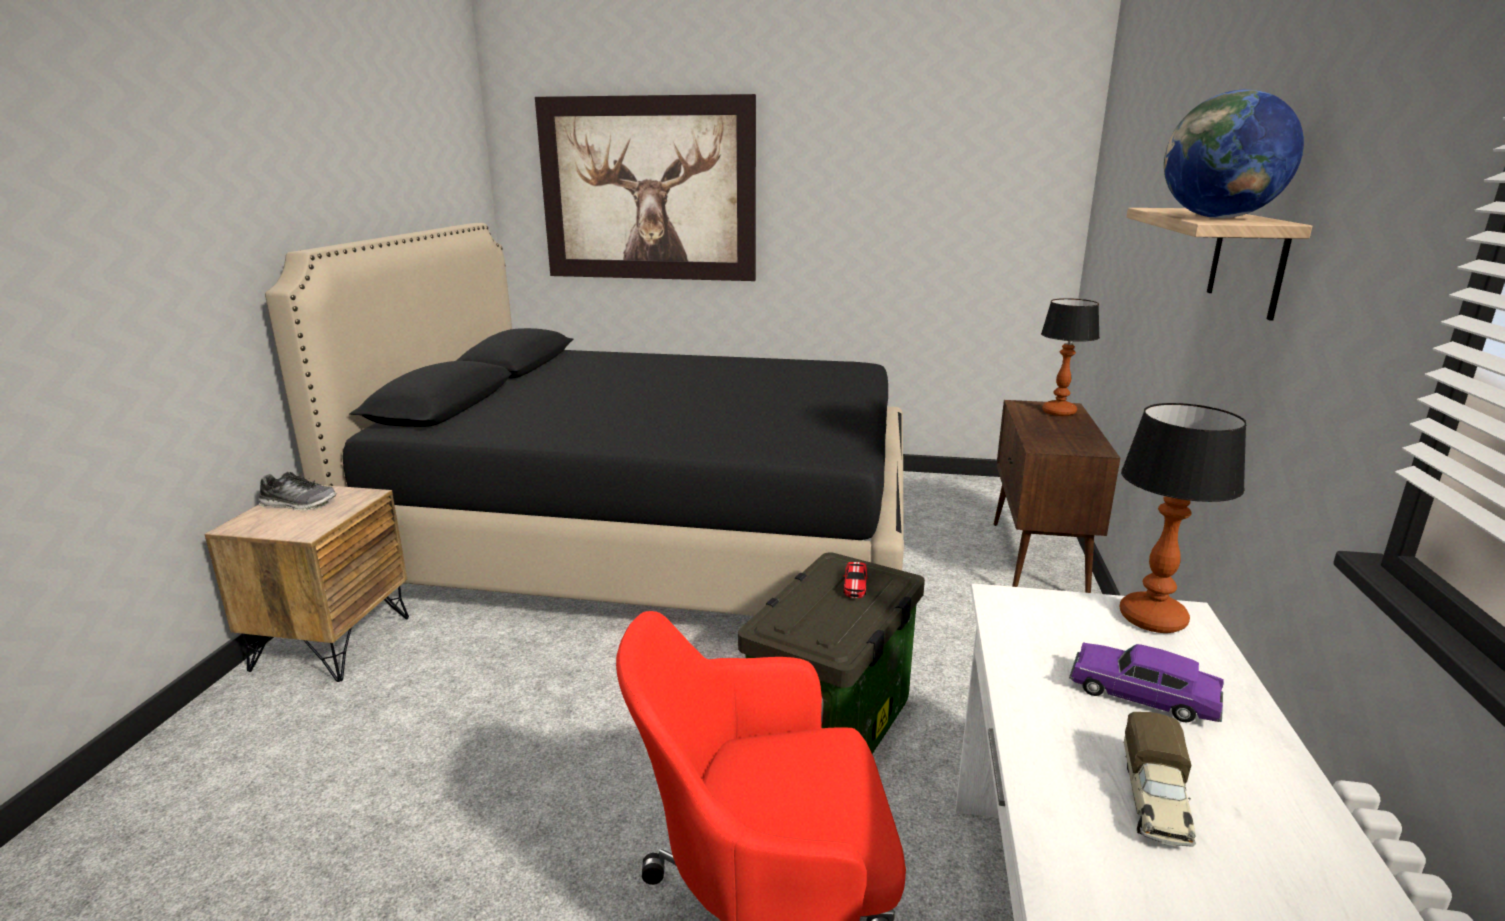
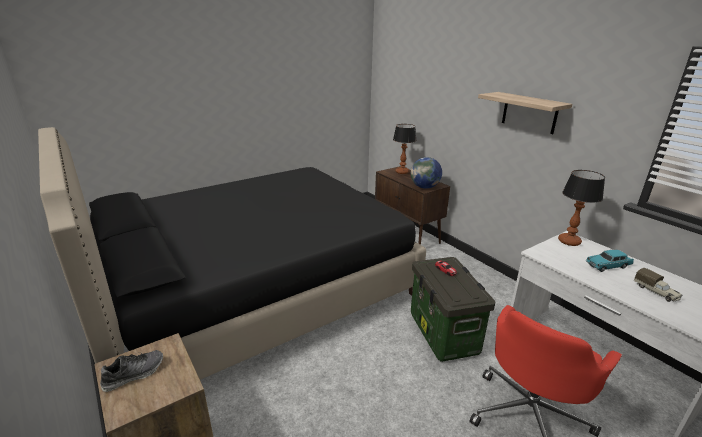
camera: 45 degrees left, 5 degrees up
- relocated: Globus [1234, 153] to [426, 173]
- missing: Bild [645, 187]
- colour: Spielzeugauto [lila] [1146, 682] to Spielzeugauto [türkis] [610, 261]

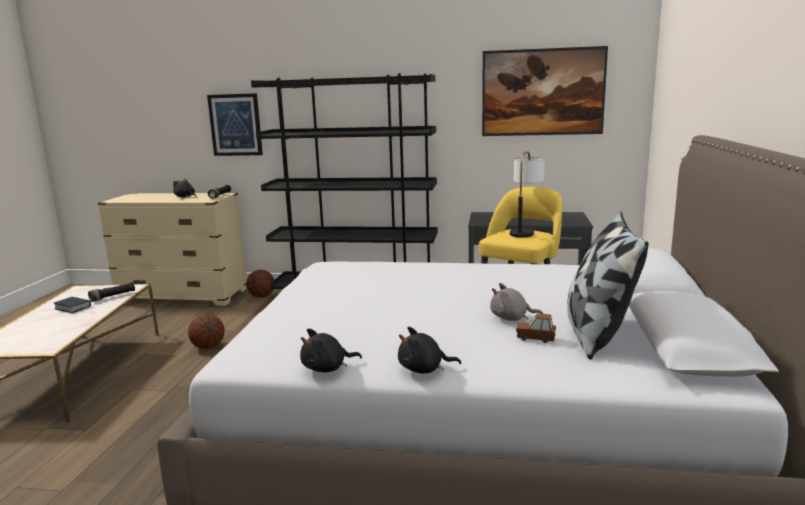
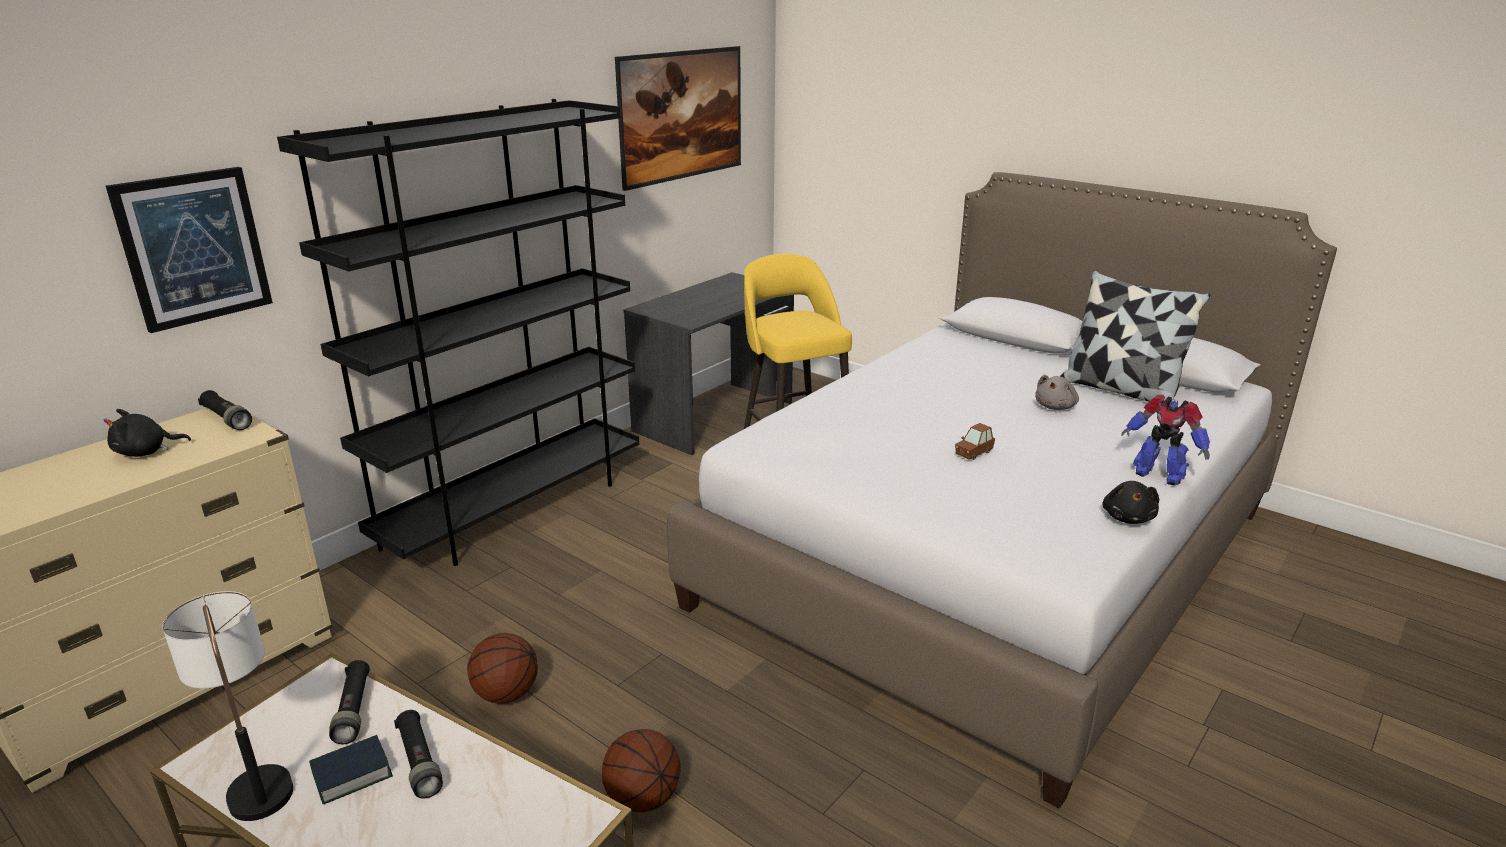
camera: 60 degrees left, 10 degrees up
- relocated: Tischlampe [527, 194] to [228, 706]
- relocated: Basketball [260, 283] to [641, 770]
- relocated: Spielzeugauto [braun] [536, 328] to [975, 441]
- exchanged: Plüschtier [schwarz] [429, 350] to Spielzeugroboter [1165, 440]
- appeared: Taschenlampe [schwarz] [418, 754]

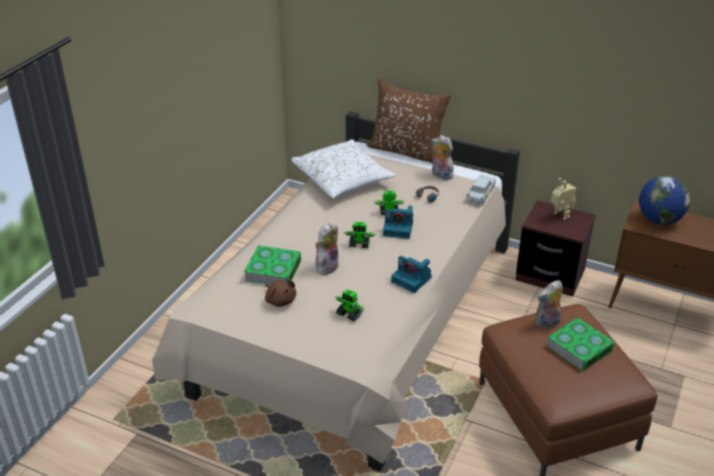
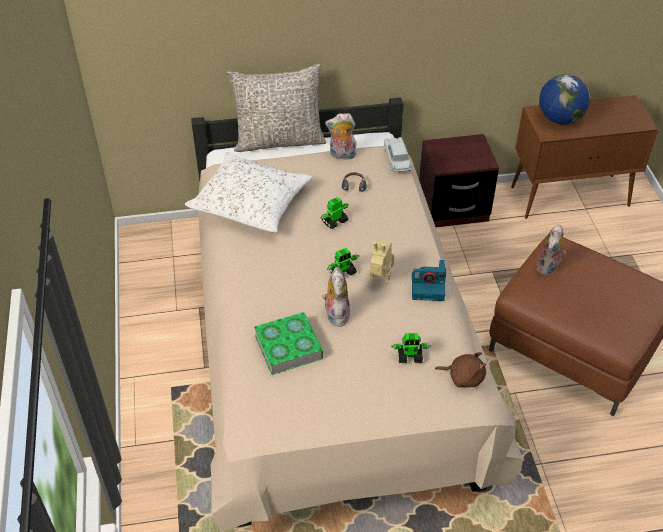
camera: 35 degrees left, 10 degrees up
- colour: Kissen [braun] [409, 120] to Kissen [grau] [276, 108]
- relocated: Spielzeugroboter [563, 199] to [381, 262]
- missing: Kamera [398, 222]
- relocated: Plüschtier [braun] [281, 293] to [460, 370]
- missing: Buch [581, 344]

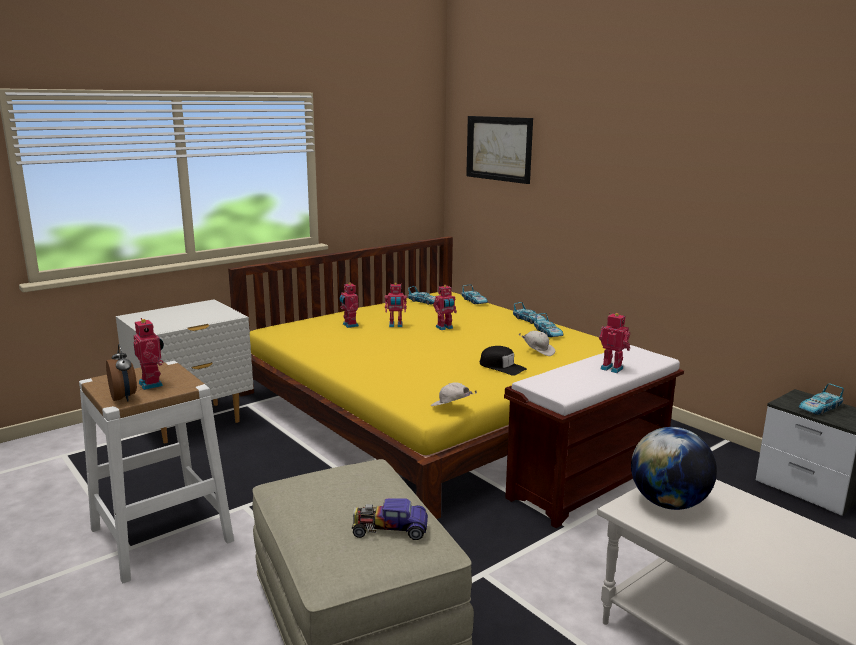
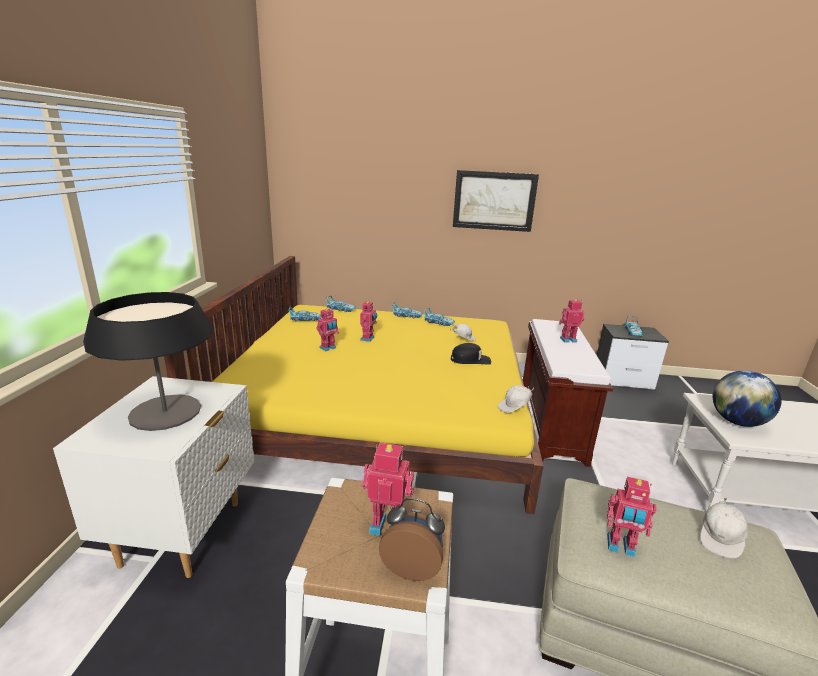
camera: 45 degrees left, 5 degrees up
- relocated: Bild [499, 150] to [496, 201]
- relocated: Spielzeugroboter [349, 305] to [632, 517]
- exchanged: Spielzeugauto [390, 519] to Kappe [weiß] [724, 528]
- appeared: Tischlampe [148, 361]

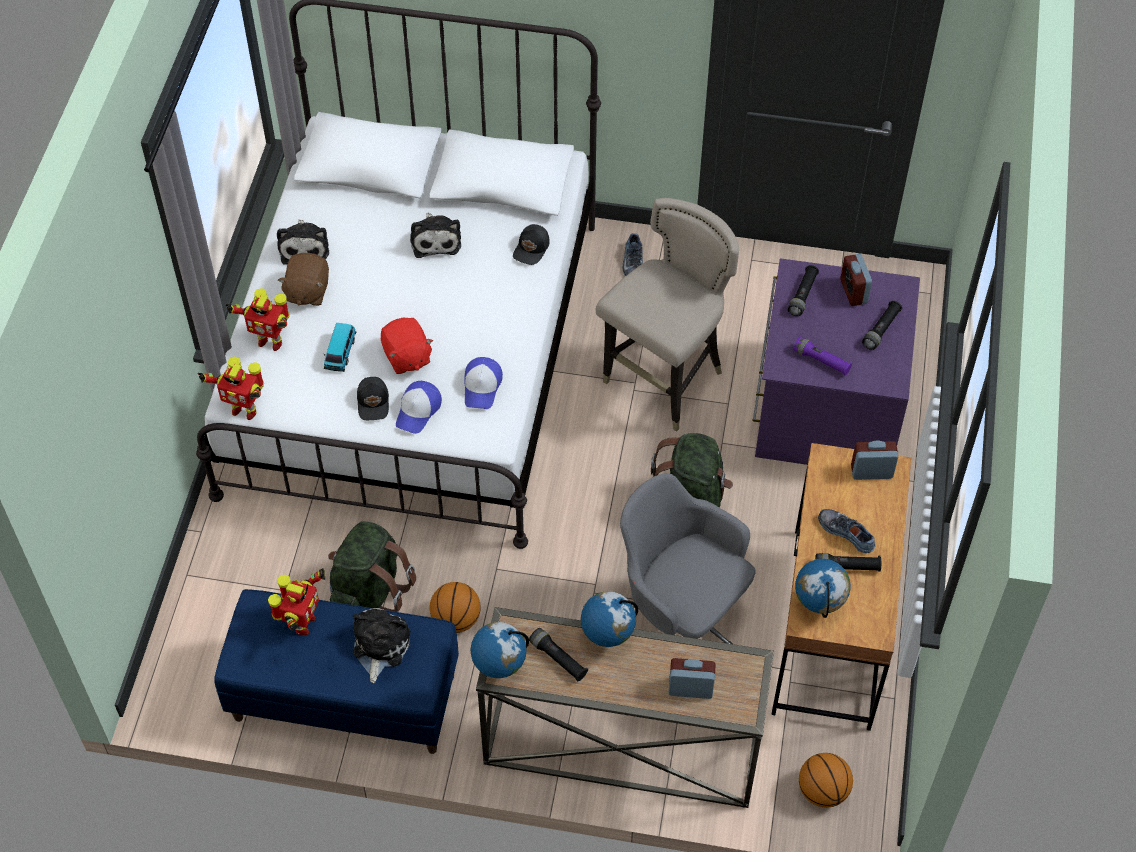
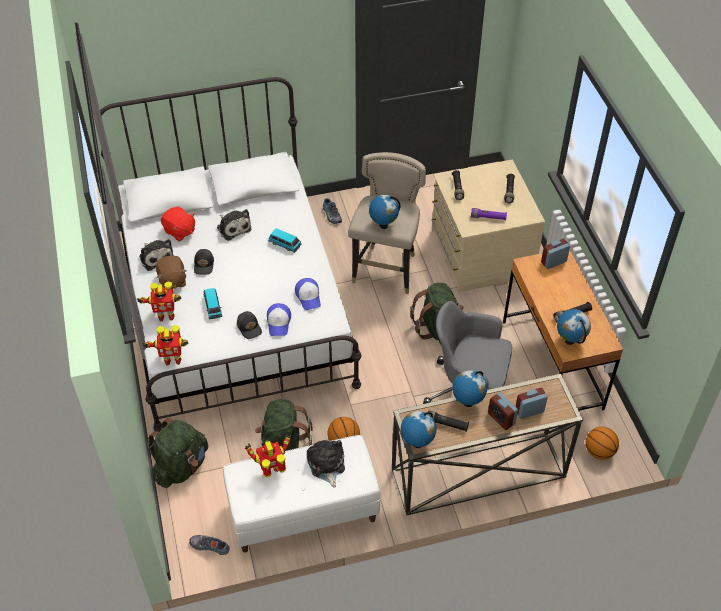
camera: 25 degrees left, 5 degrees down
- relocated: Kappe [schwarz] [531, 244] to [204, 262]
- relocated: Wecker [856, 280] to [503, 411]
- colour: Kommode [lila] [836, 361] to Kommode [beige] [488, 226]
- relocated: Plüschtier [rot] [407, 346] to [178, 223]
- relocated: Schuh [846, 531] to [209, 545]
- spun: Spielzeugroboter [296, 601] = [268, 456] 105 degrees counterclockwise
- colour: Bank [blau] [336, 671] to Bank [weiß] [301, 494]
- appeared: Globus [384, 212]
- appeared: Spielzeugauto [285, 240]
- appeared: Rucksack [grün] [177, 453]

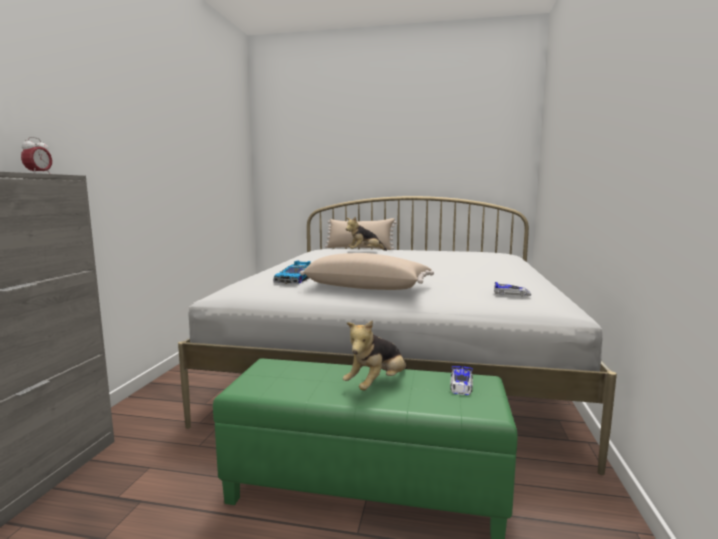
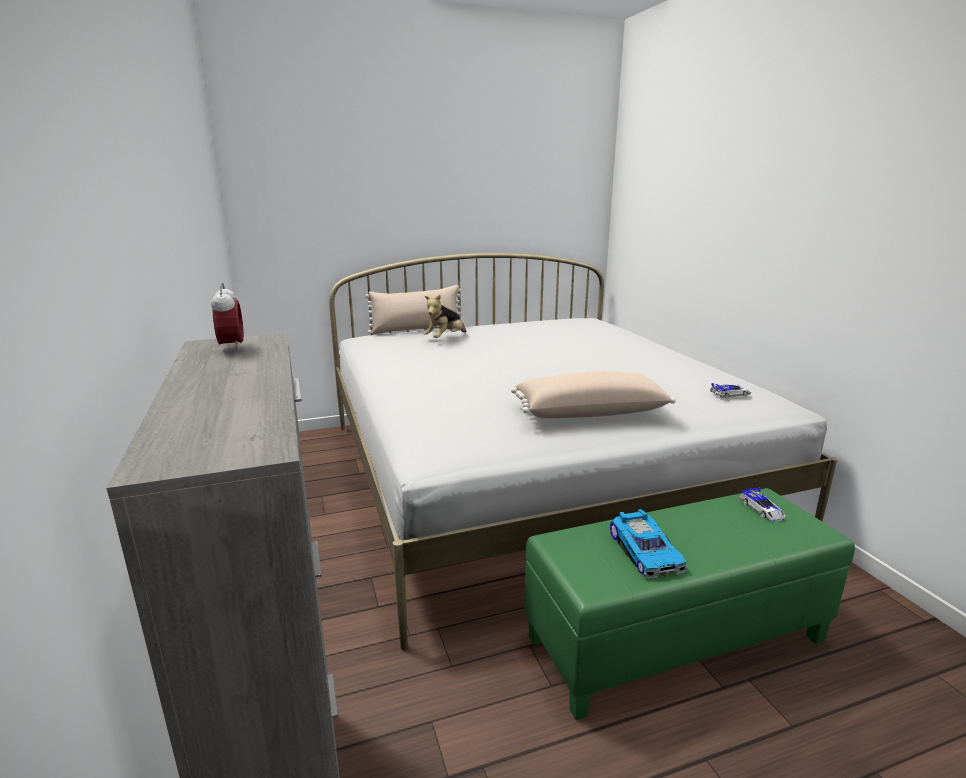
camera: 30 degrees left, 10 degrees up
- relocated: Spielzeugauto [292, 272] to [648, 544]
- missing: Plüschtier [375, 355]

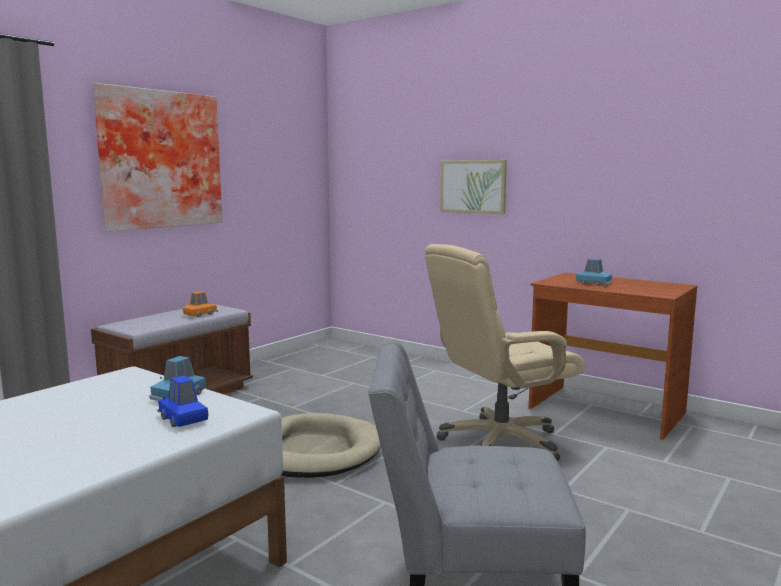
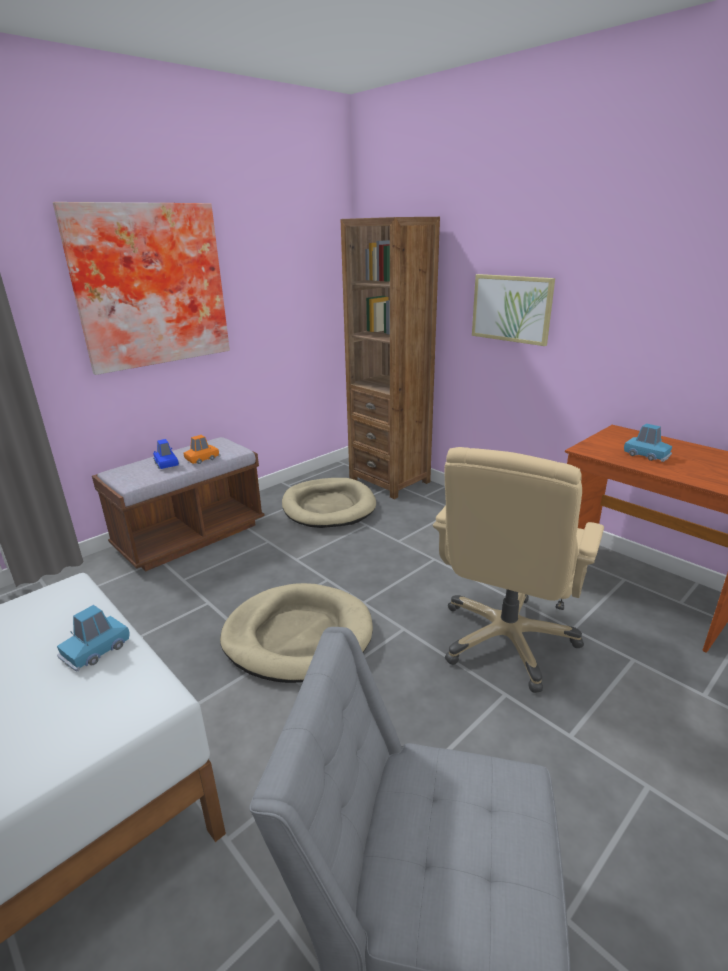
camera: 10 degrees right, 15 degrees up
- spun: Bürostuhl [beige] [505, 352] = [518, 570] 45 degrees counterclockwise
- relocated: Spielzeugauto [blau] [182, 401] to [166, 454]
- appeared: Bücherregal [braun] [390, 358]
- appeared: Hundebett [beige] [329, 503]

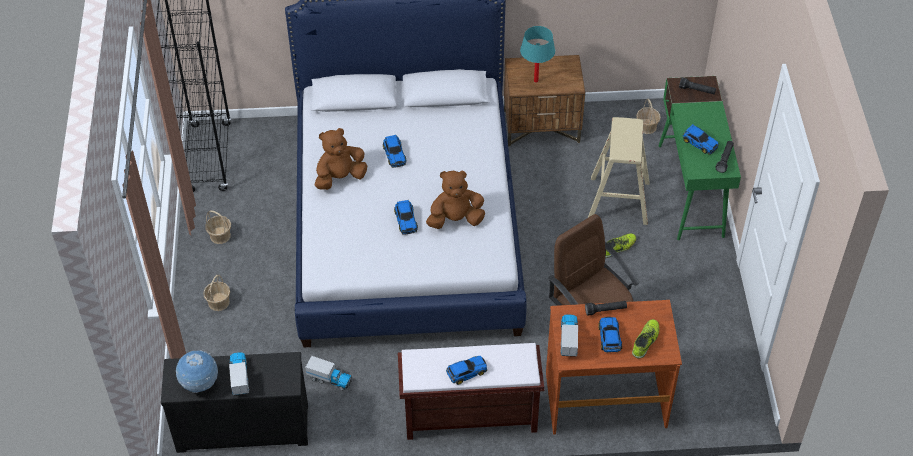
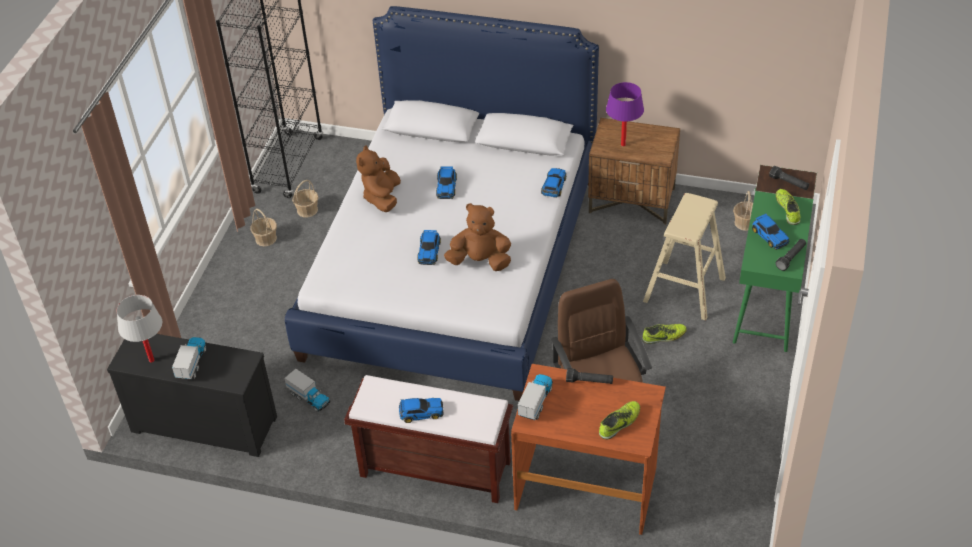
camera: 20 degrees right, 5 degrees down
- colour: Tischlampe [türkis] [537, 54] to Tischlampe [lila] [625, 114]
- spun: Plüschtier [braun] [340, 159] = [378, 178] 75 degrees counterclockwise
- relocated: Korb [216, 293] to [305, 198]
- relocated: Spielzeugauto [610, 335] to [553, 183]
- exchanged: Globus [197, 371] to Tischlampe [weiß] [139, 329]
- appeared: Schuh [788, 207]

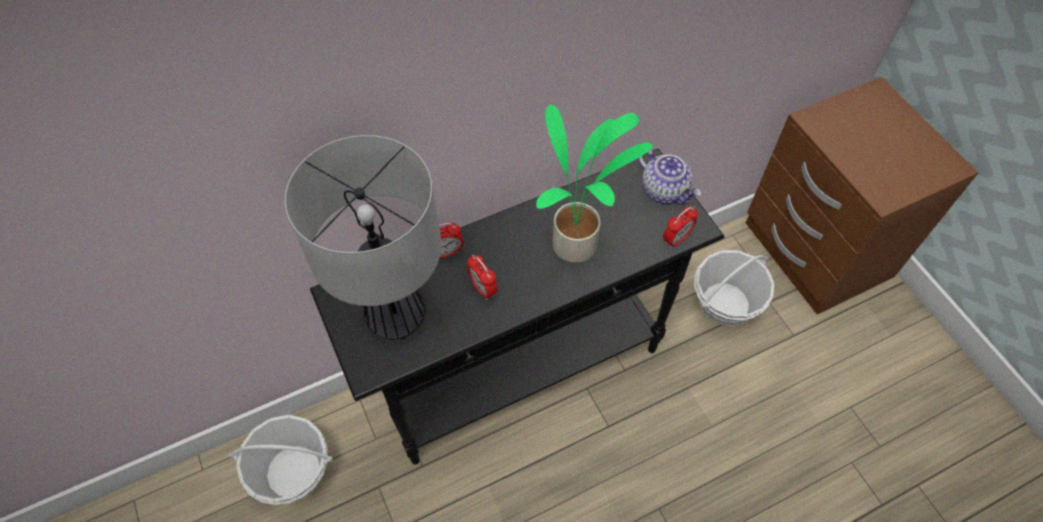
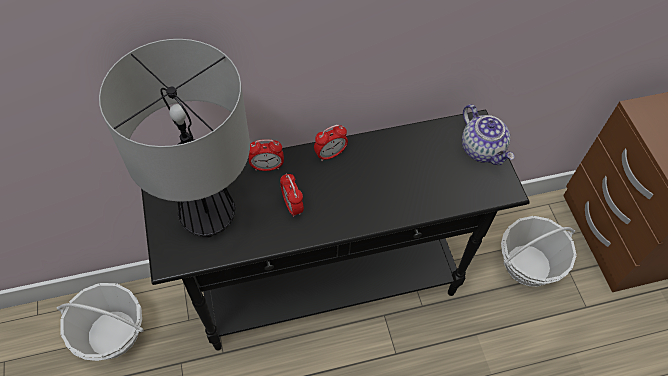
camera: 10 degrees right, 0 degrees up
- missing: Topfpflanze [594, 184]
- relocated: Wecker [680, 227] to [331, 143]

